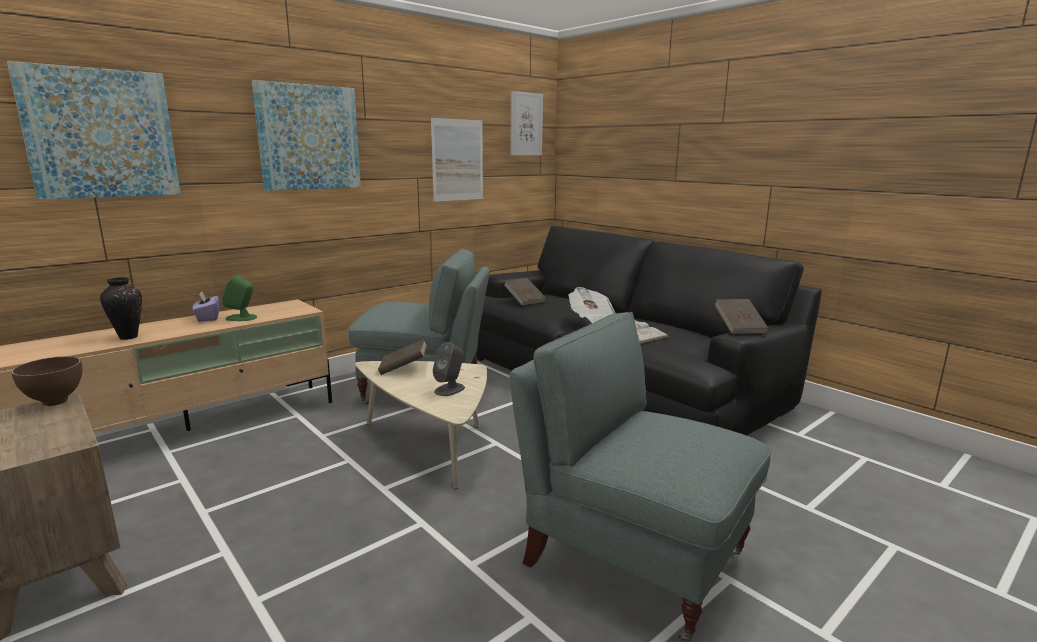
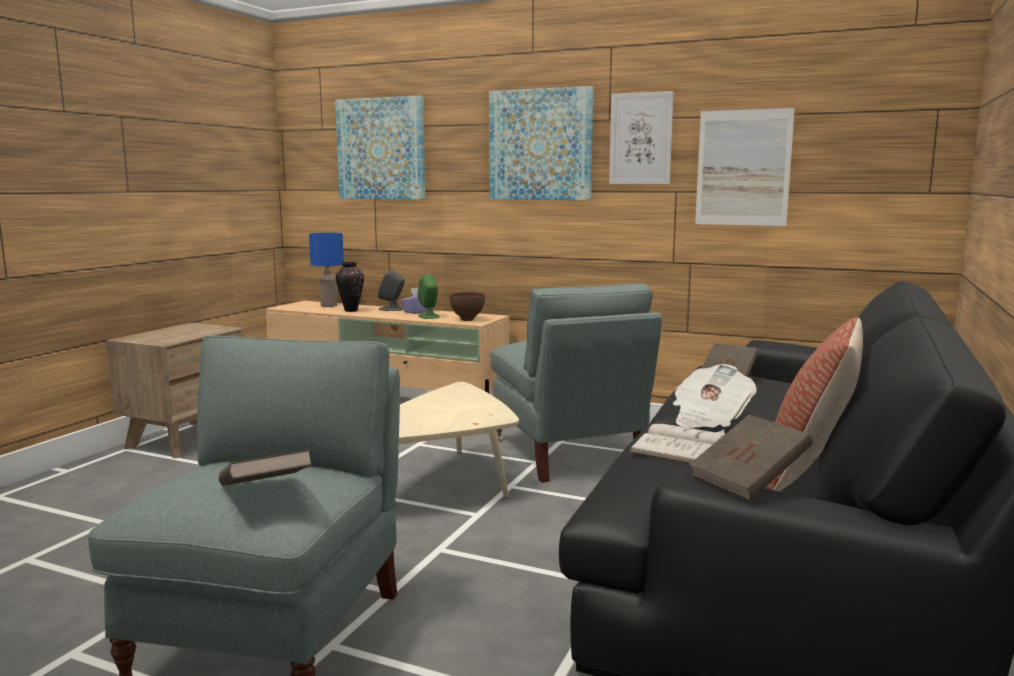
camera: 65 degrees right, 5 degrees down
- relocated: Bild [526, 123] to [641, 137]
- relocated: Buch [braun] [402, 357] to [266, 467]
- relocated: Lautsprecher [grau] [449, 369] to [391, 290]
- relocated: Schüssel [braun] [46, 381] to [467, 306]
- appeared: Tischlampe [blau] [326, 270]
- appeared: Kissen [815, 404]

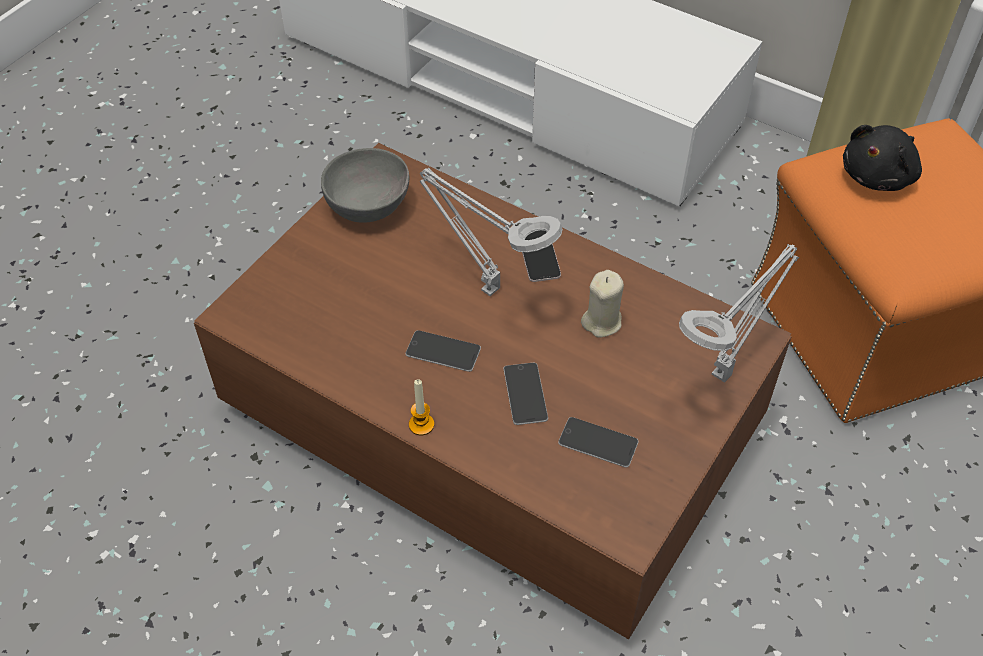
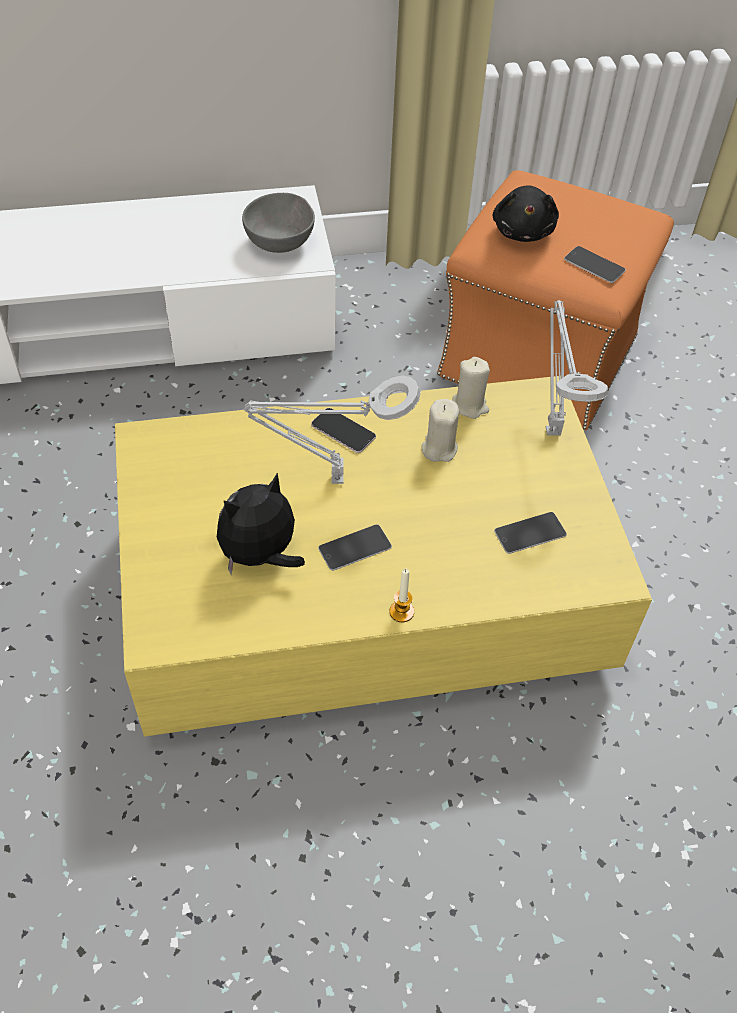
camera: 45 degrees left, 0 degrees up
- colour: Couchtisch [braun] [493, 391] to Couchtisch [gelb] [383, 556]
- relocated: Schüssel [grau] [365, 185] to [278, 223]
- relocated: Handy [526, 394] to [595, 264]
- appeared: Kerze [beige] [471, 388]
- appeared: Plüschtier [261, 524]

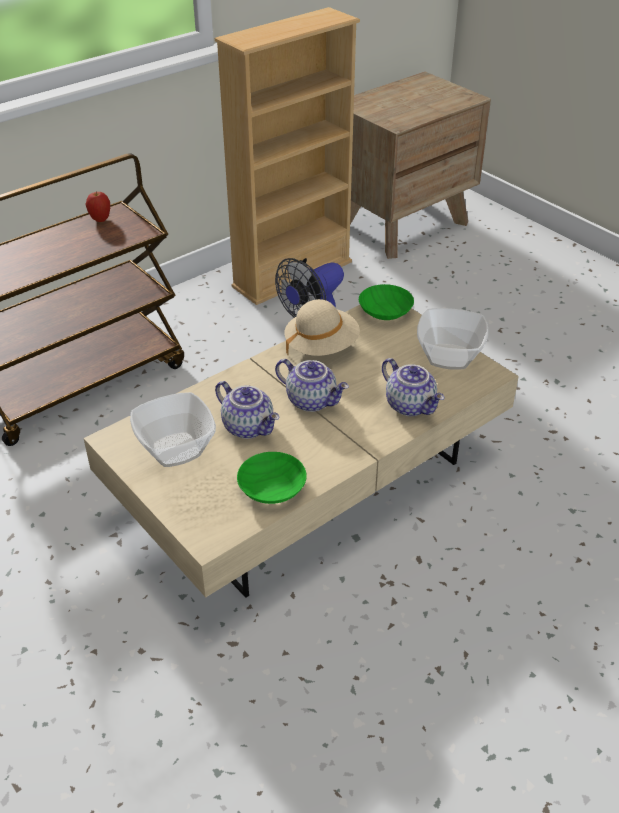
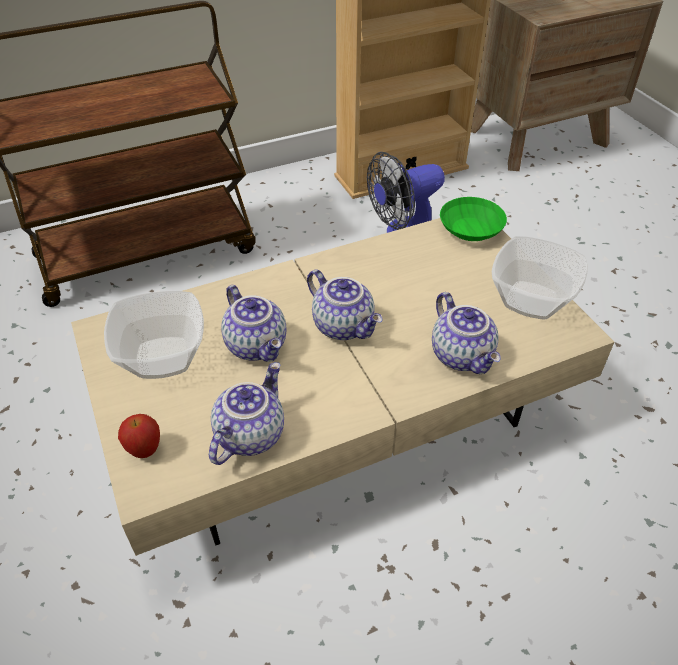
camera: 15 degrees right, 5 degrees up
- relocated: Apfel [97, 207] to [139, 436]
- missing: Hut [beige] [322, 327]
- exchanged: Schüssel [grün] [272, 478] to Teekanne [246, 413]

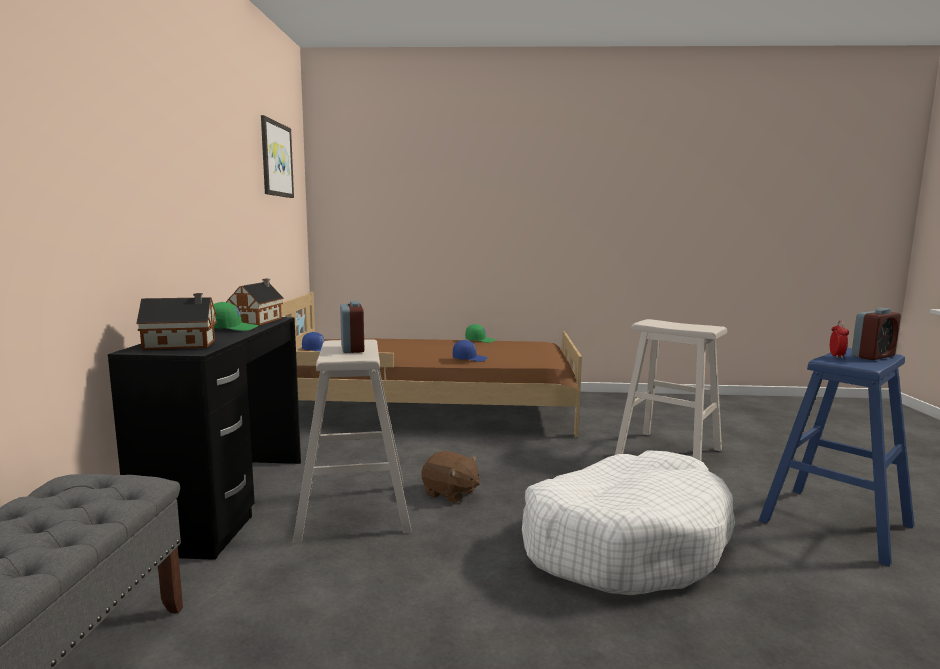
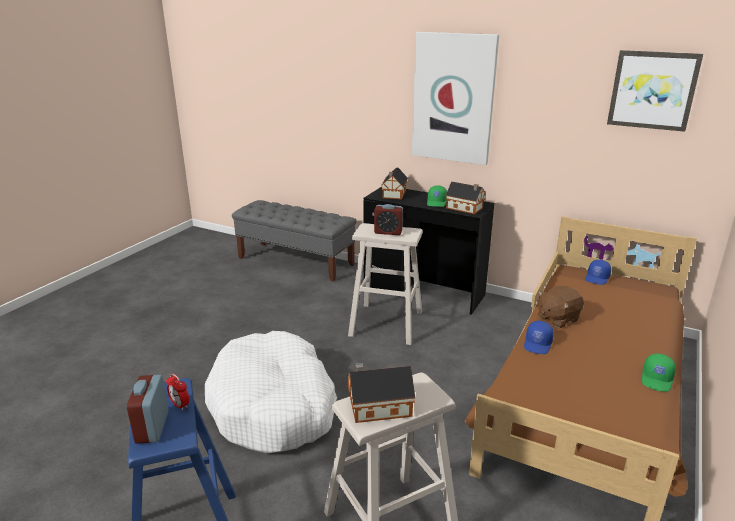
camera: 115 degrees right, 15 degrees up
- relocated: Plüschtier [braun] [450, 477] to [561, 307]
- appeared: Bild [455, 98]
- appeared: Spielzeughaus [381, 393]

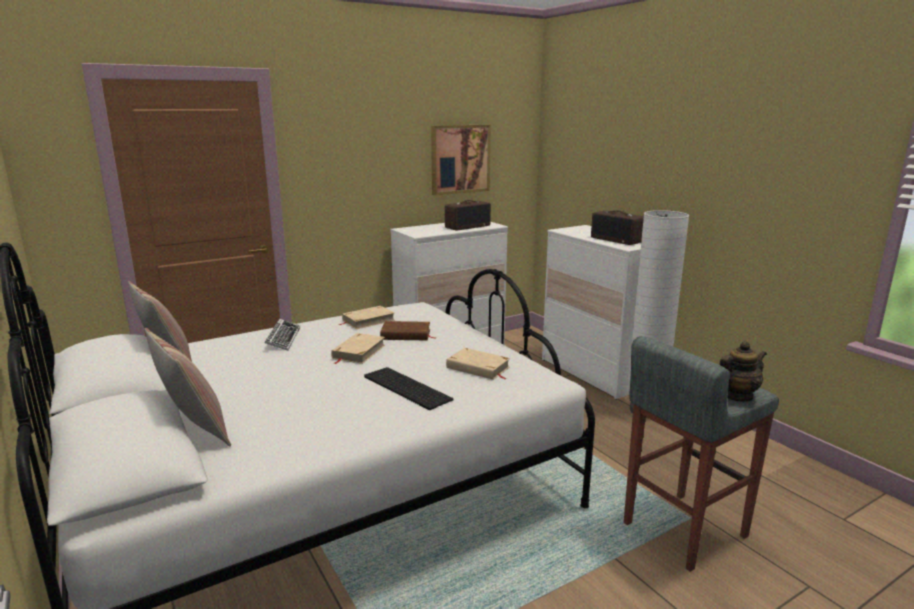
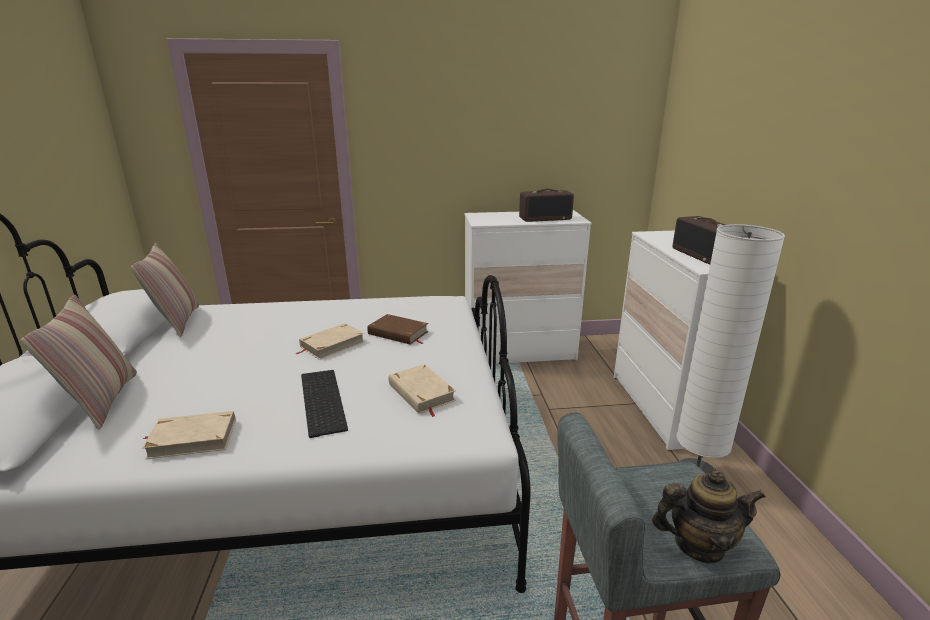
camera: 25 degrees right, 5 degrees up
- missing: Bild [461, 160]
- relocated: Buch [beige] [366, 317] to [189, 435]
- missing: Tastatur [282, 335]

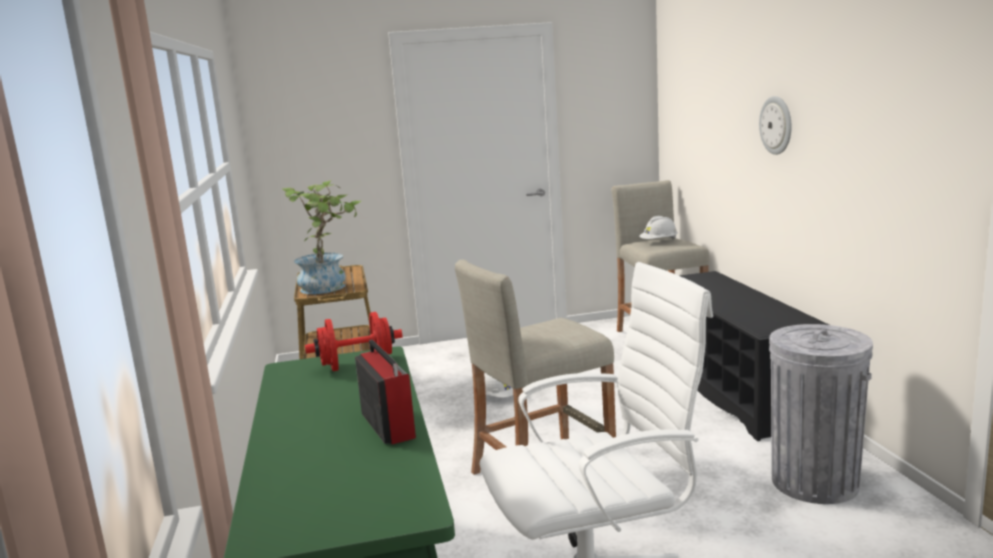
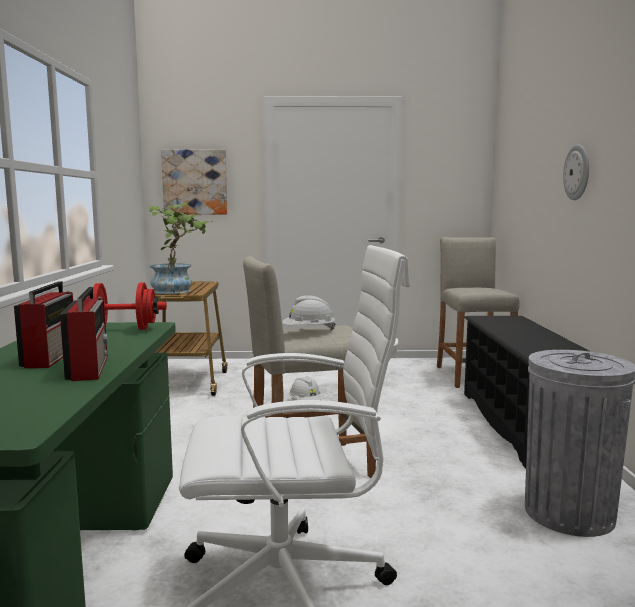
camera: 10 degrees right, 5 degrees down
- relocated: Schutzhelm [weiß] [659, 228] to [309, 312]
- appeared: Bild [194, 182]
- appeared: Radio [43, 324]

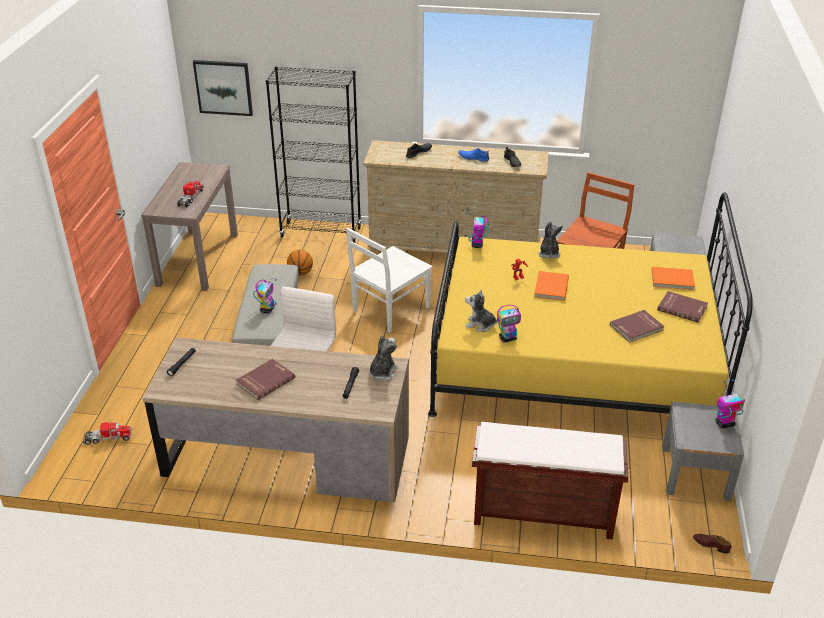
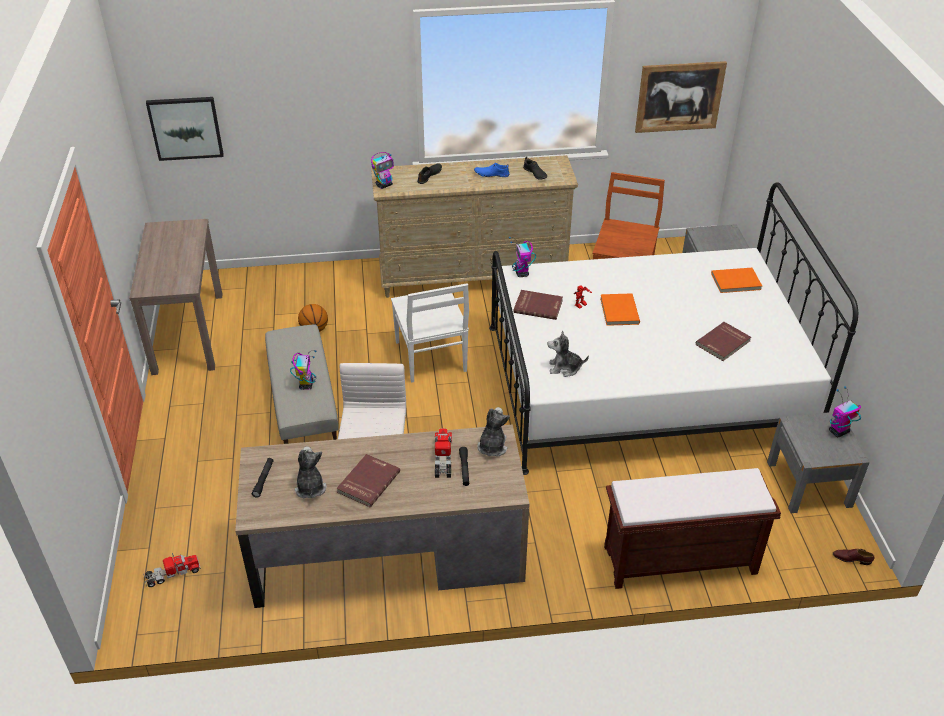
camera: 15 degrees left, 5 degrees up
- missing: Bücherregal [schwarz] [314, 154]
- relocated: Spielzeuglaster [190, 194] to [443, 453]
- colour: Bett [gelb] [590, 304] to Bett [weiß] [673, 328]
- relocated: Plüschtier [550, 240] to [311, 472]
- spun: Stuhl [weiß] [389, 280] = [430, 333] 45 degrees counterclockwise
- relocated: Buch [rot] [682, 307] to [538, 305]
- relocated: Spielzeugroboter [509, 324] to [382, 170]
- appeared: Bild [681, 97]

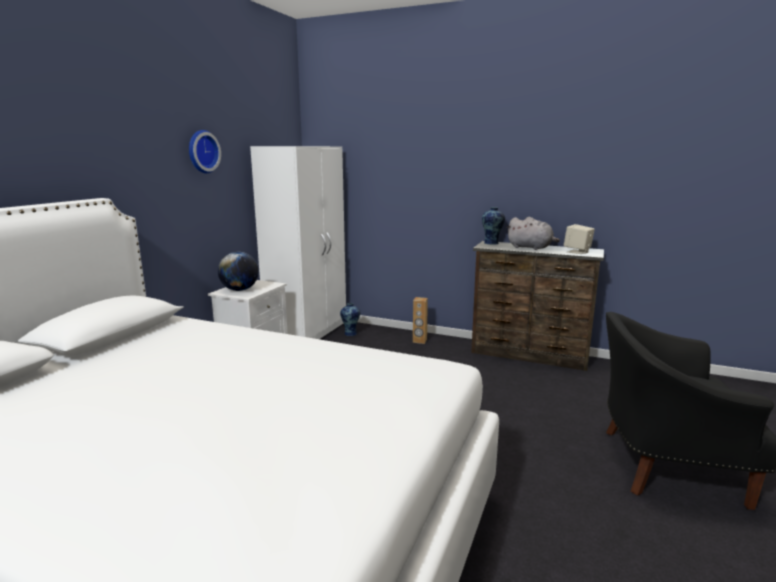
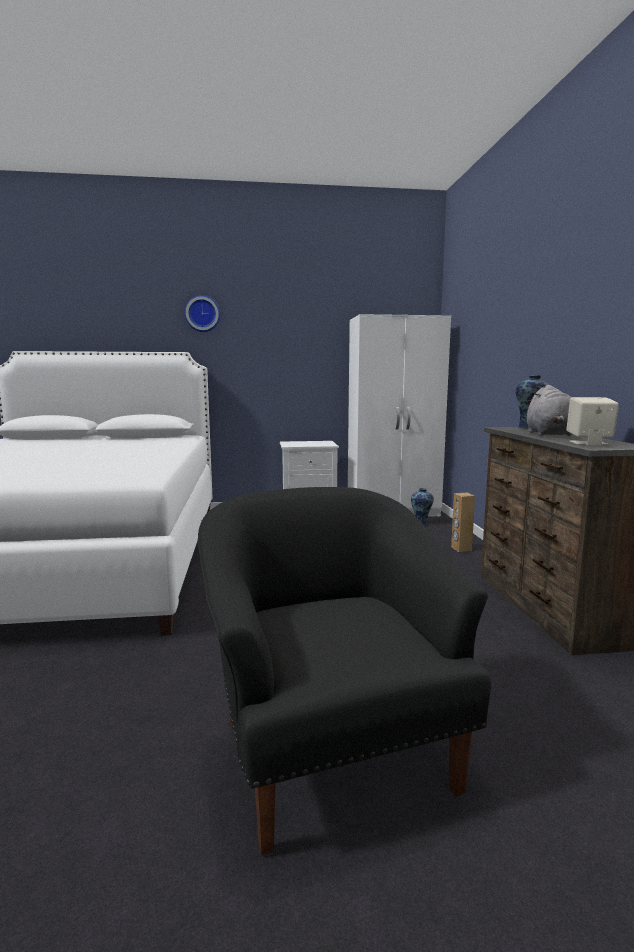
camera: 60 degrees right, 5 degrees down
- relocated: Wanduhr [205, 151] to [202, 313]
- missing: Globus [238, 271]

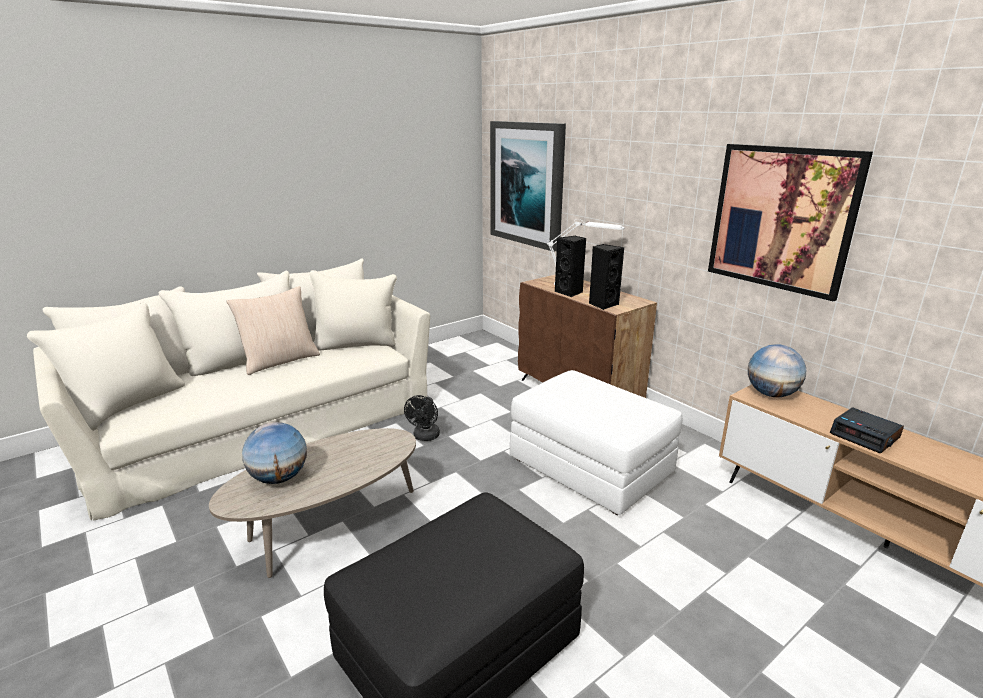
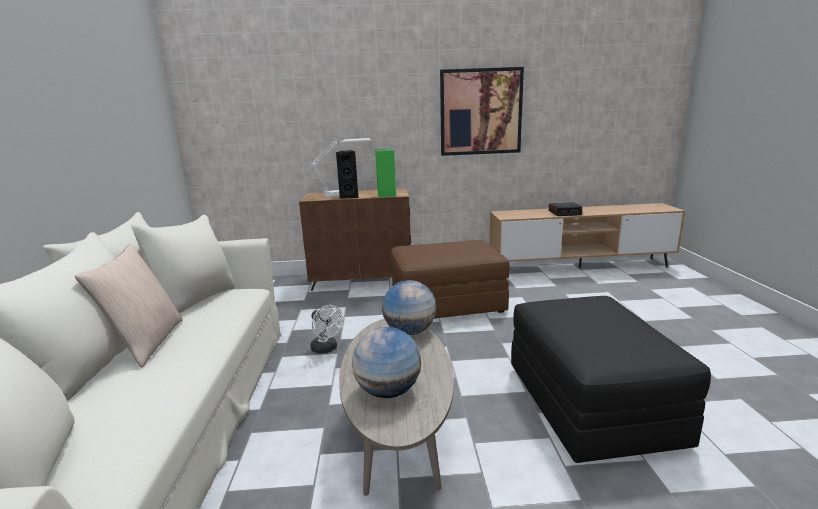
camera: 55 degrees left, 5 degrees down
- missing: Bild [528, 186]
- colour: Lautsprecher [schwarz] [606, 277] to Lautsprecher [grün] [385, 173]
- relocated: Globus [777, 371] to [409, 307]
- colour: Polsterhocker [weiß] [596, 442] to Polsterhocker [braun] [450, 279]
- colour: Ventilator [schwarz] [422, 418] to Ventilator [weiß] [326, 329]

